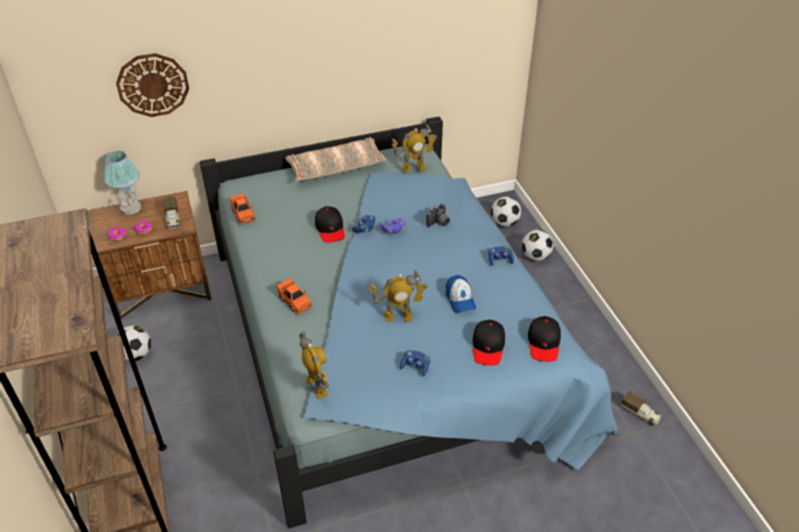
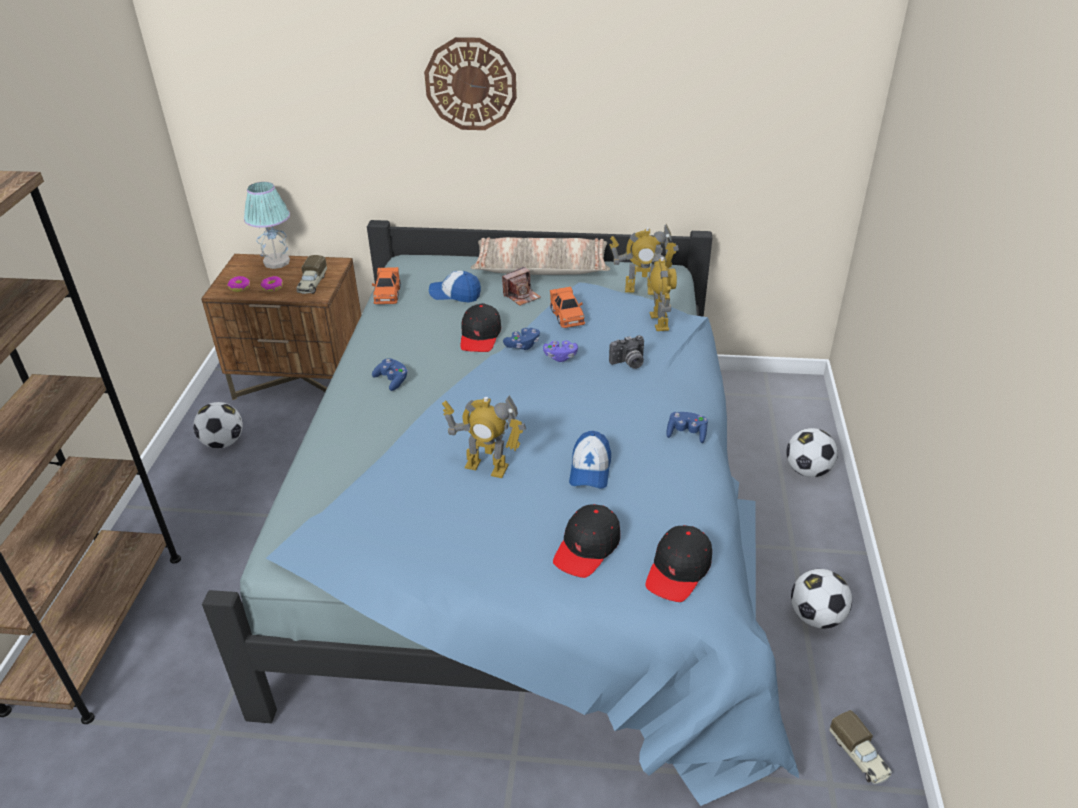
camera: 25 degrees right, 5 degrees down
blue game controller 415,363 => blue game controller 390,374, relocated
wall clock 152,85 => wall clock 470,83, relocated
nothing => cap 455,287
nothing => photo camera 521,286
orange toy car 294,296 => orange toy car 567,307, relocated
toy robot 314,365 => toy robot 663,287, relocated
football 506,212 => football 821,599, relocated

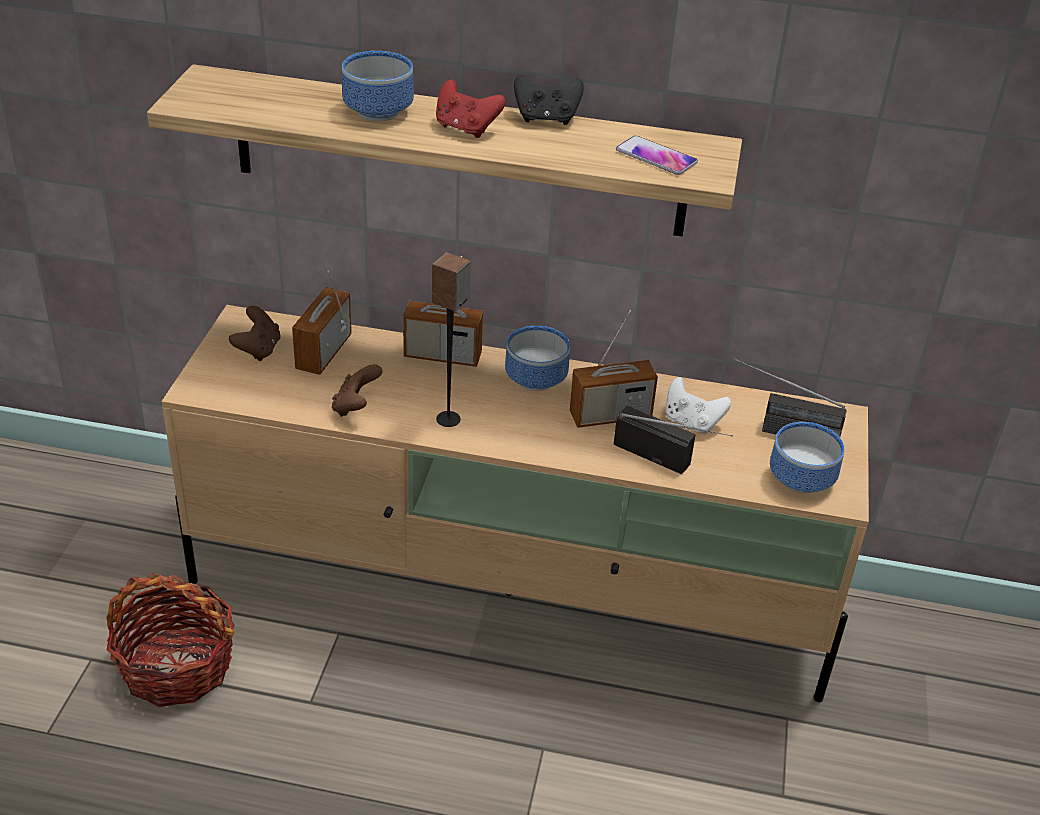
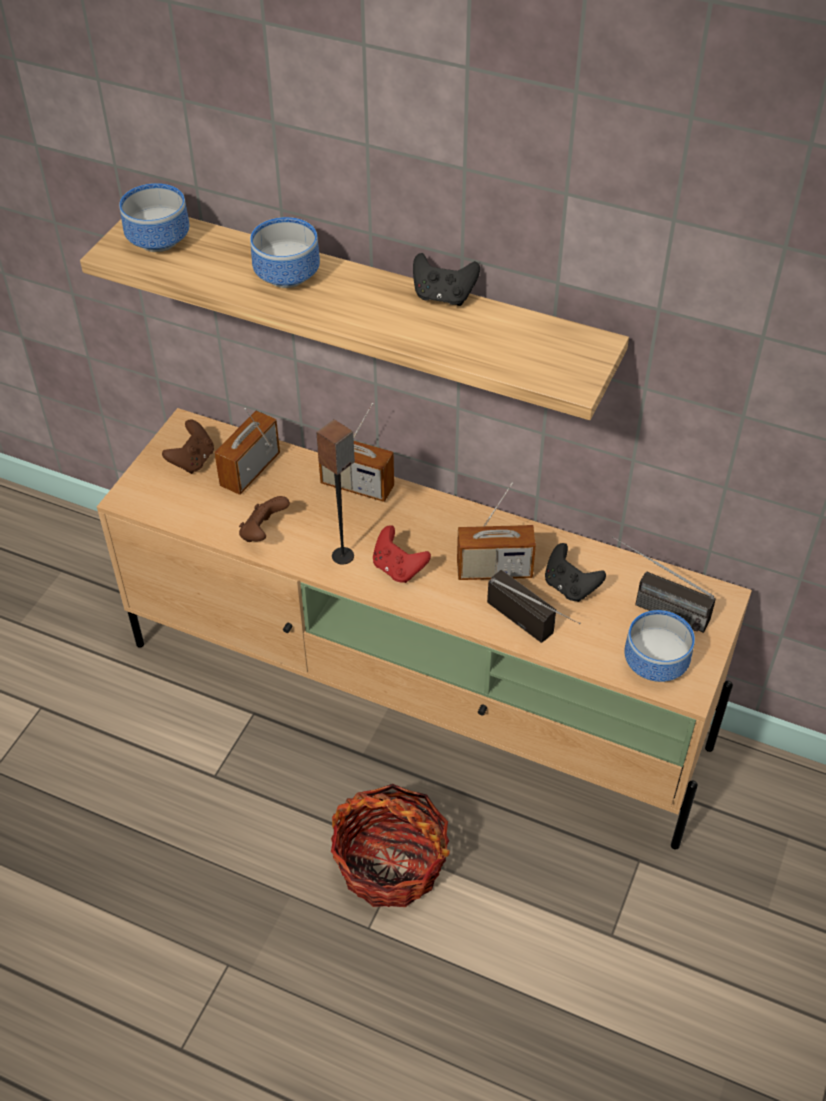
camera: 15 degrees right, 10 degrees up
bowl 537,358 => bowl 154,217, relocated
basket 170,640 => basket 390,845, relocated
red game controller 471,109 => red game controller 402,554, relocated
white game controller 698,405 => black game controller 575,572
phone 657,155 => nothing

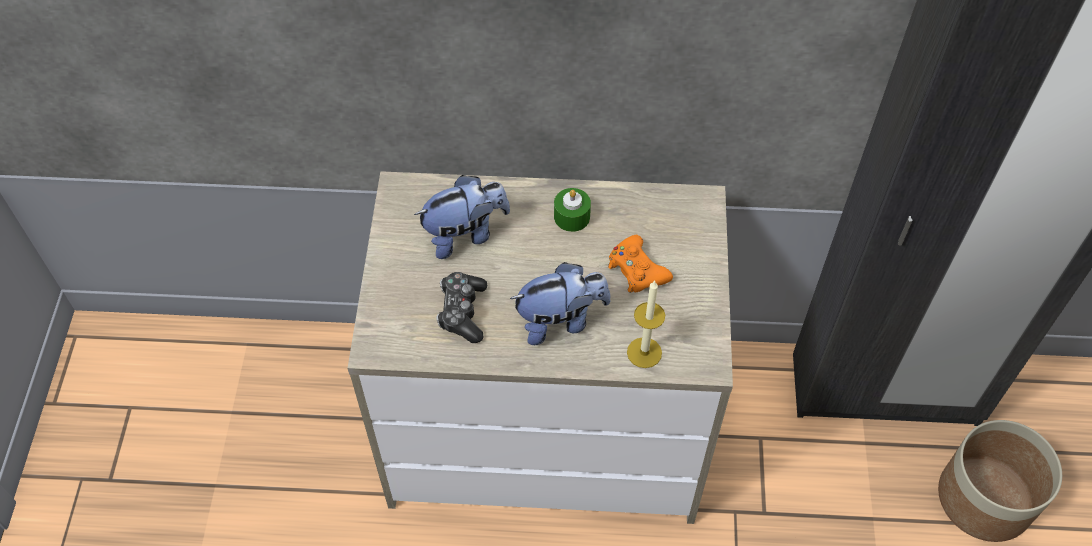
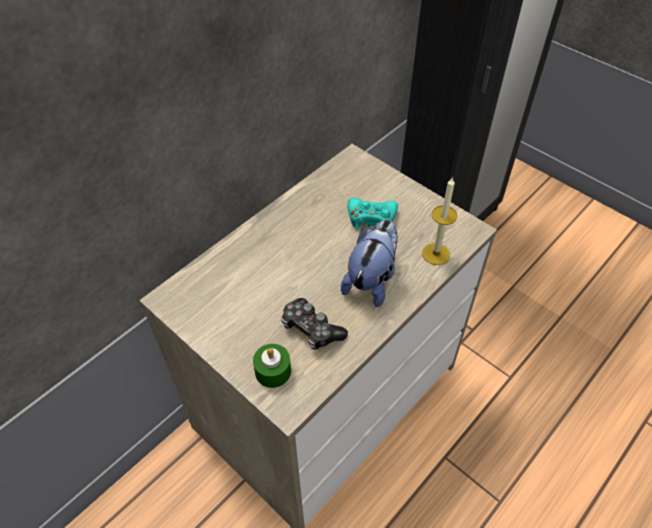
camera: 50 degrees left, 5 degrees down
green candle 572,210 => green candle 272,366, relocated
orange game controller 640,264 => turquoise game controller 373,214
plush toy 462,217 => nothing
planter 1000,481 => nothing

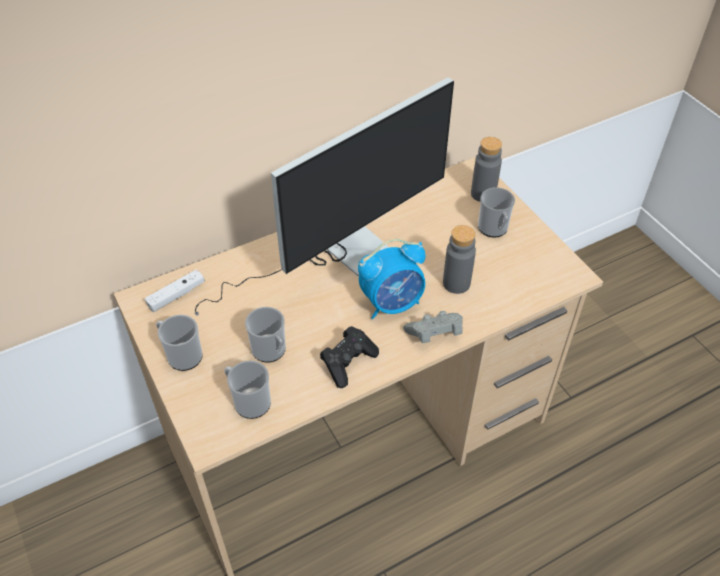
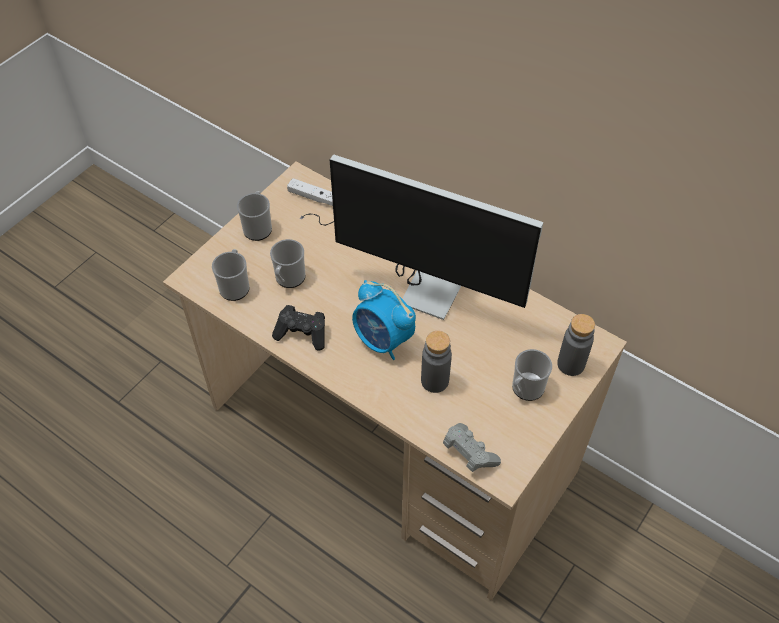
camera: 65 degrees right, 5 degrees up
grey game controller 433,327 => grey game controller 472,447, relocated

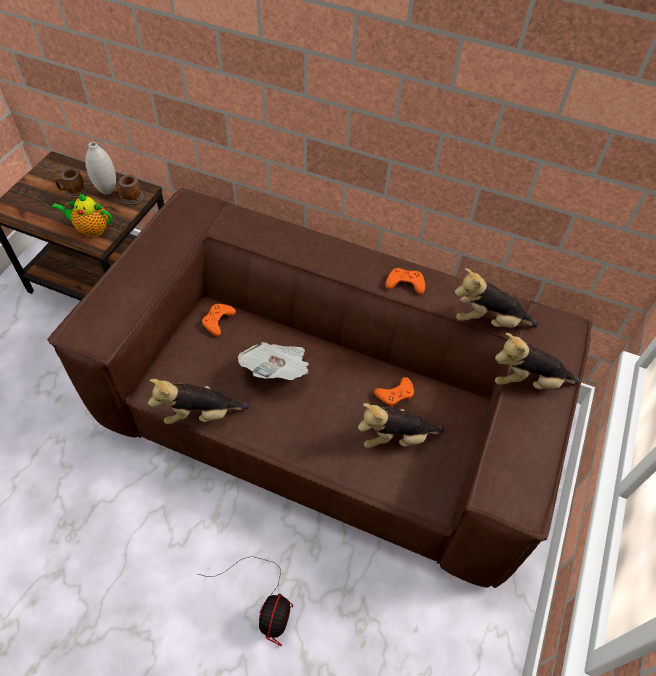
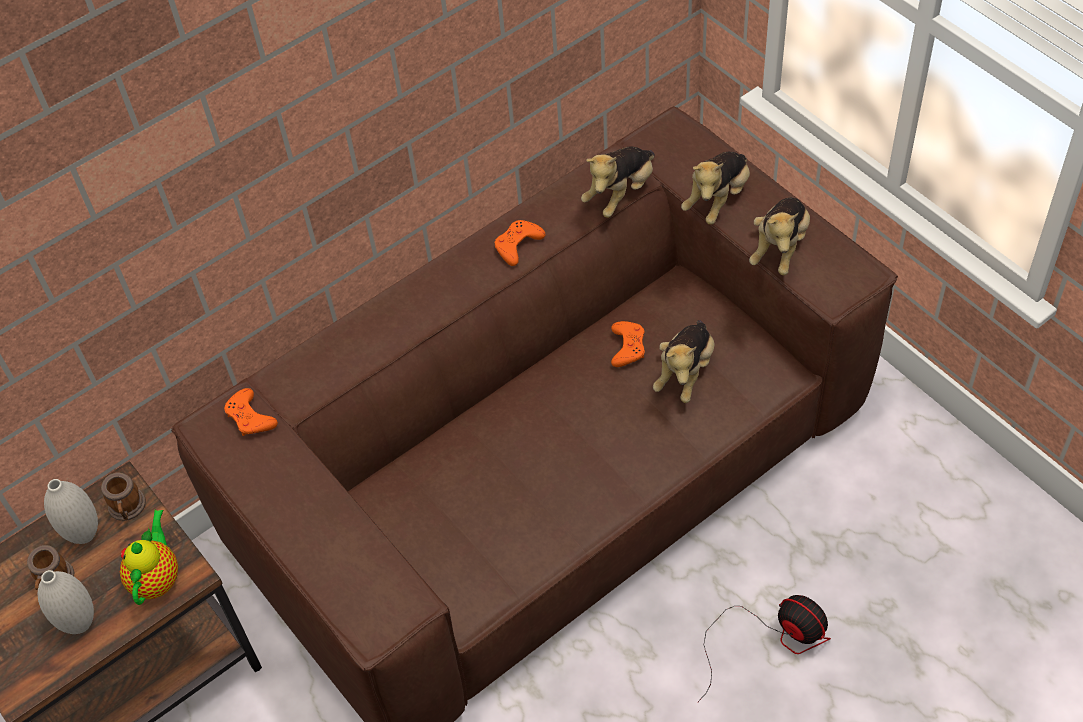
camera: 55 degrees left, 0 degrees up
nothing => white vase 66,602
teapot 82,215 => teapot 149,557, 150 degrees clockwise
orange game controller 219,320 => orange game controller 251,412, relocated
plush toy 199,401 => plush toy 779,236, relocated
newspaper 273,361 => nothing

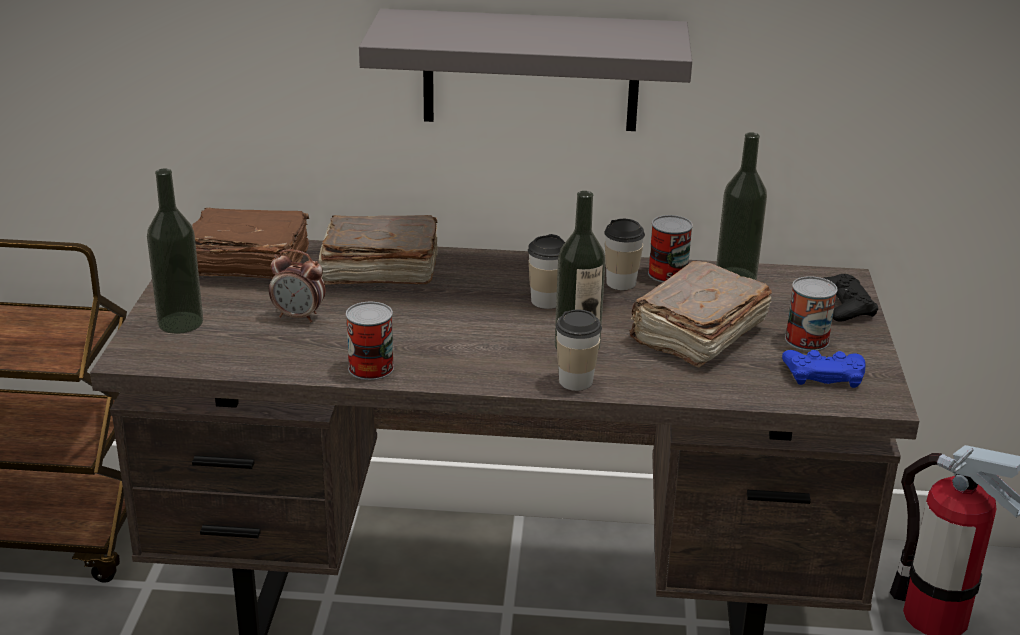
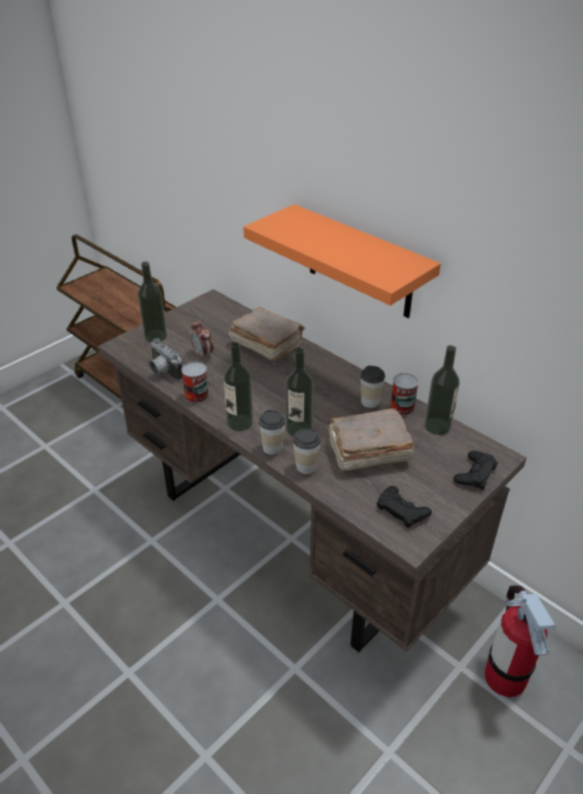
camera: 40 degrees right, 10 degrees up
nothing => photo camera 166,359
nothing => bottle 238,386
grey shelf 525,70 => orange shelf 342,261
cup 546,271 => cup 306,451, relocated
blue game controller 823,369 => black game controller 404,507
brown book 250,243 => nothing
can 811,313 => nothing

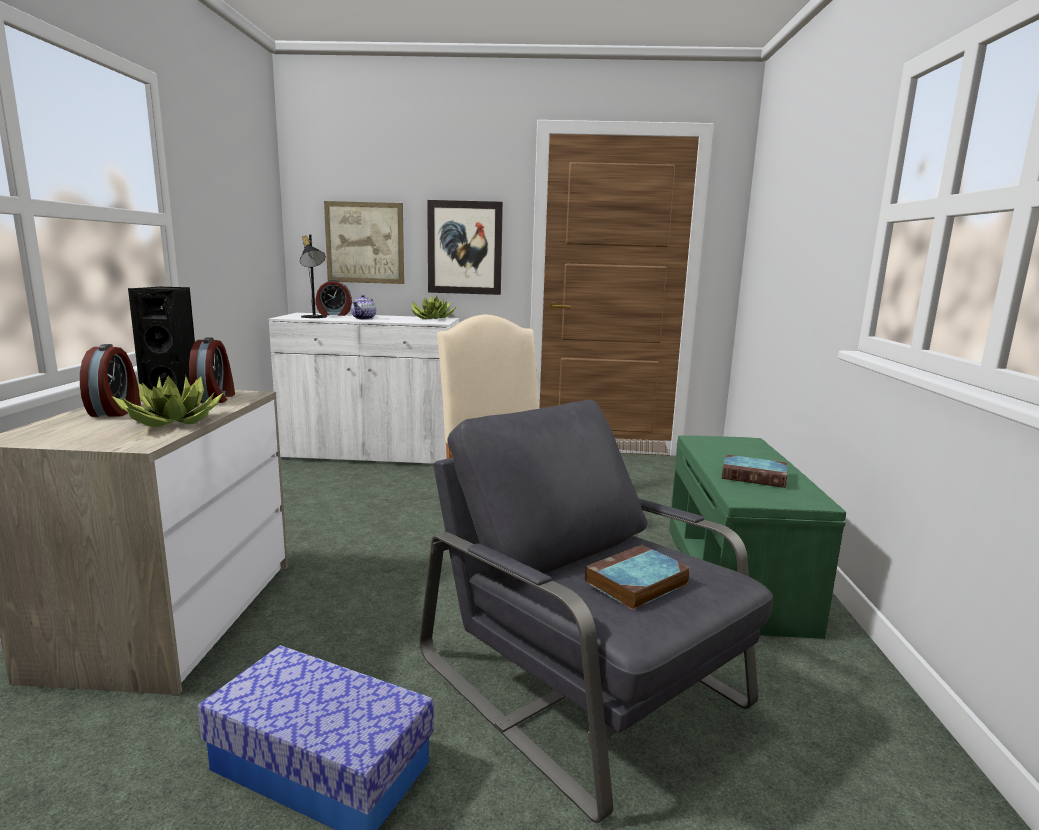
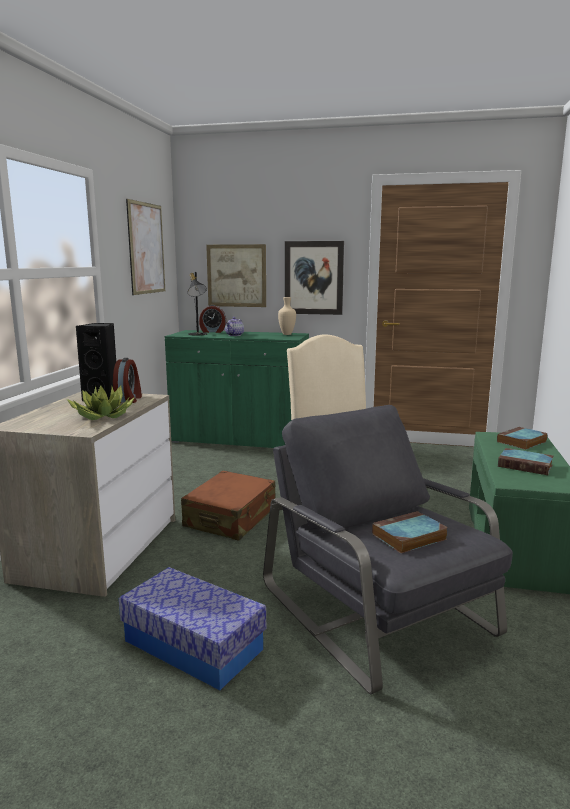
camera: 10 degrees right, 0 degrees up
nothing => picture 145,247
white cabinet 364,388 => green cabinet 237,389
nothing => brown suitcase 228,506
potted plant 433,307 => beige vase 287,316
nothing => book 522,438
alarm clock 110,380 => nothing

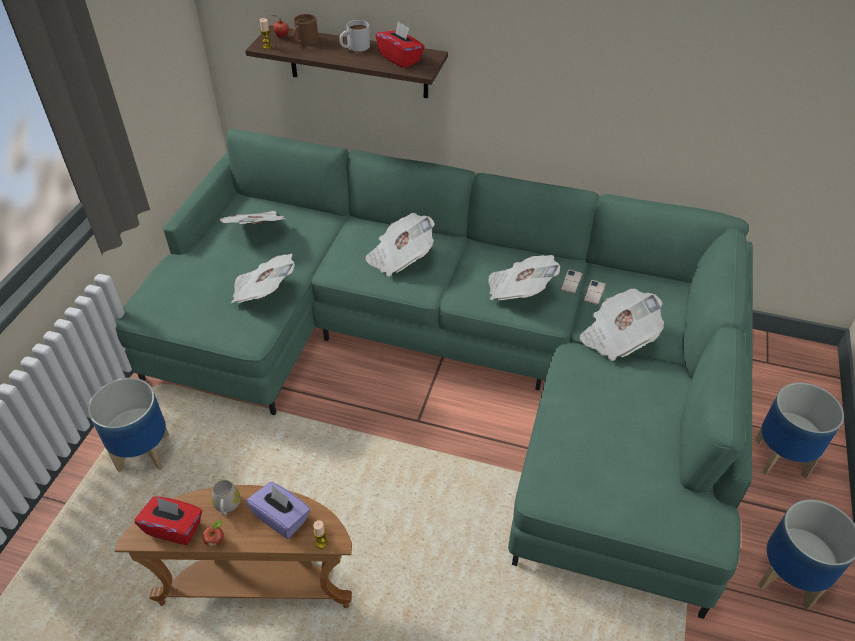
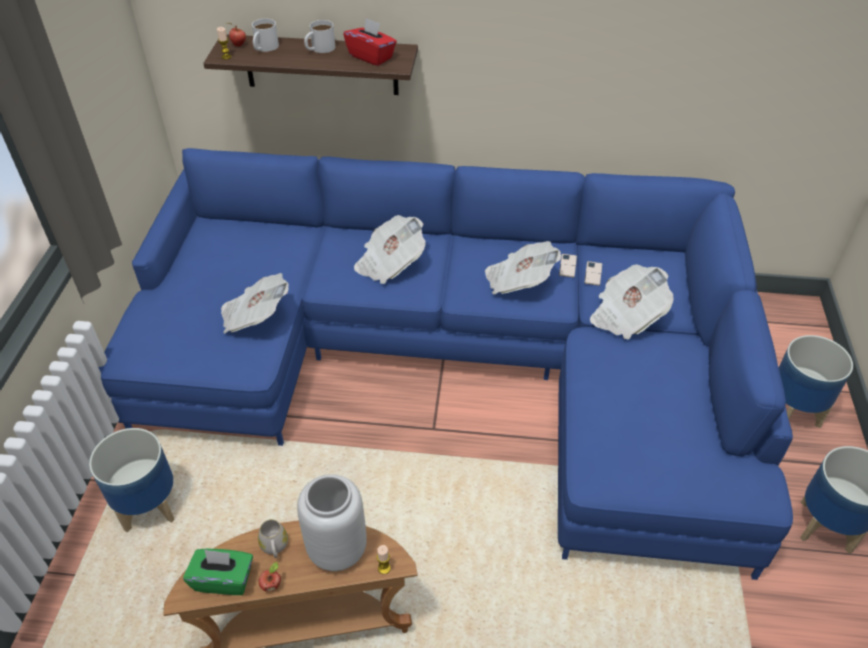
camera: 10 degrees left, 0 degrees up
green sofa 434,374 => blue sofa 445,364
red tissue box 168,520 => green tissue box 218,572
brown mug 305,29 => white mug 265,35
purple tissue box 278,510 => grey vase 332,522
newspaper 253,217 => nothing

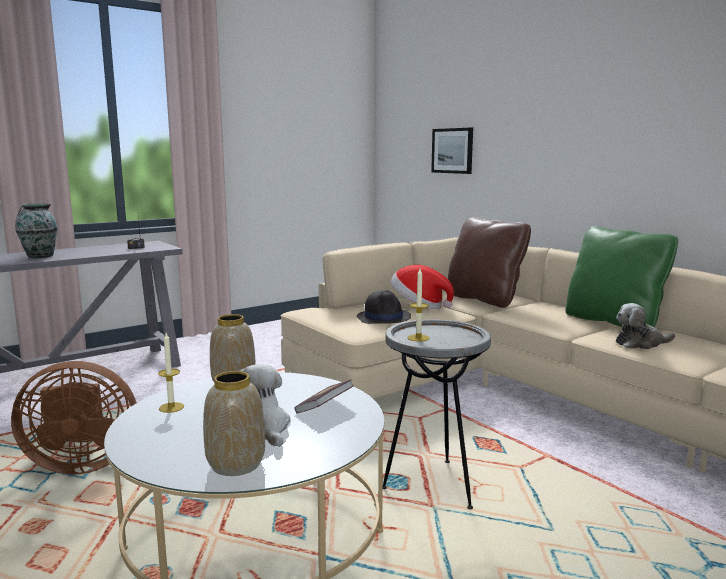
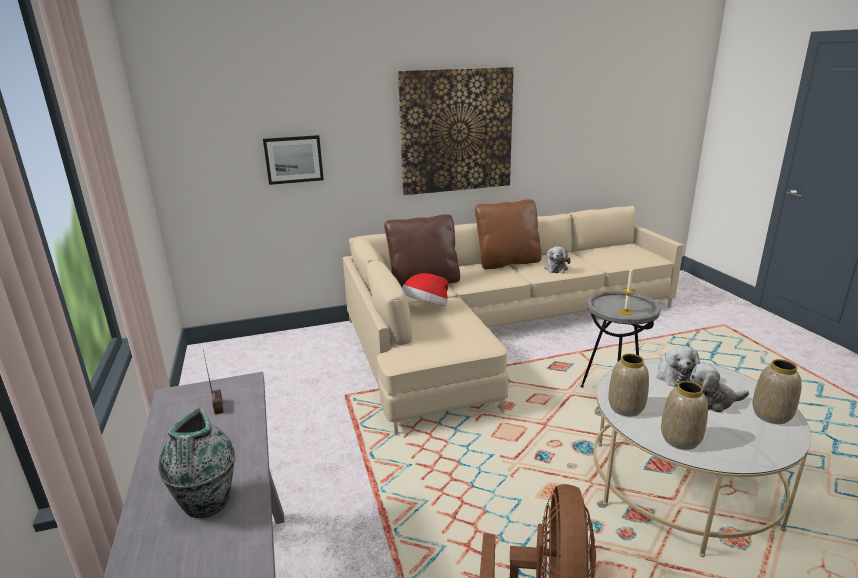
camera: 70 degrees left, 10 degrees up
nothing => picture 455,131
green pillow 621,276 => brown pillow 508,234
book 324,396 => plush toy 678,367
candle 171,373 => vase 684,415
black hat 384,307 => nothing

